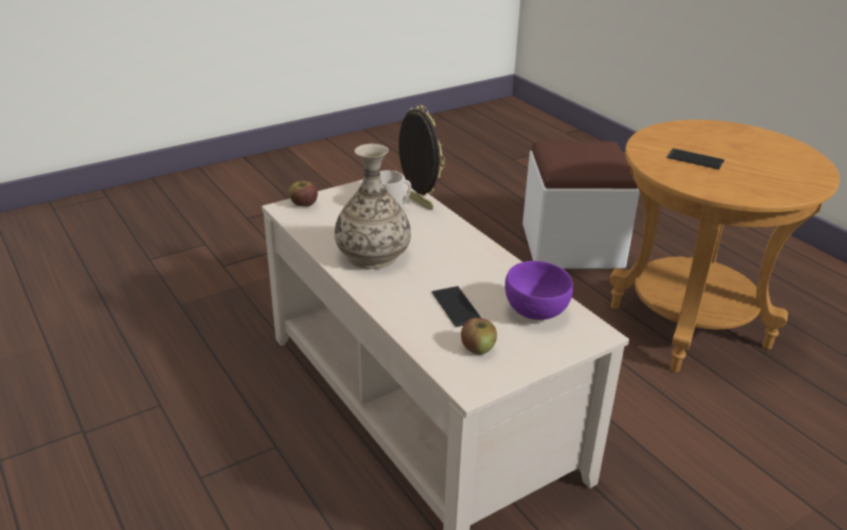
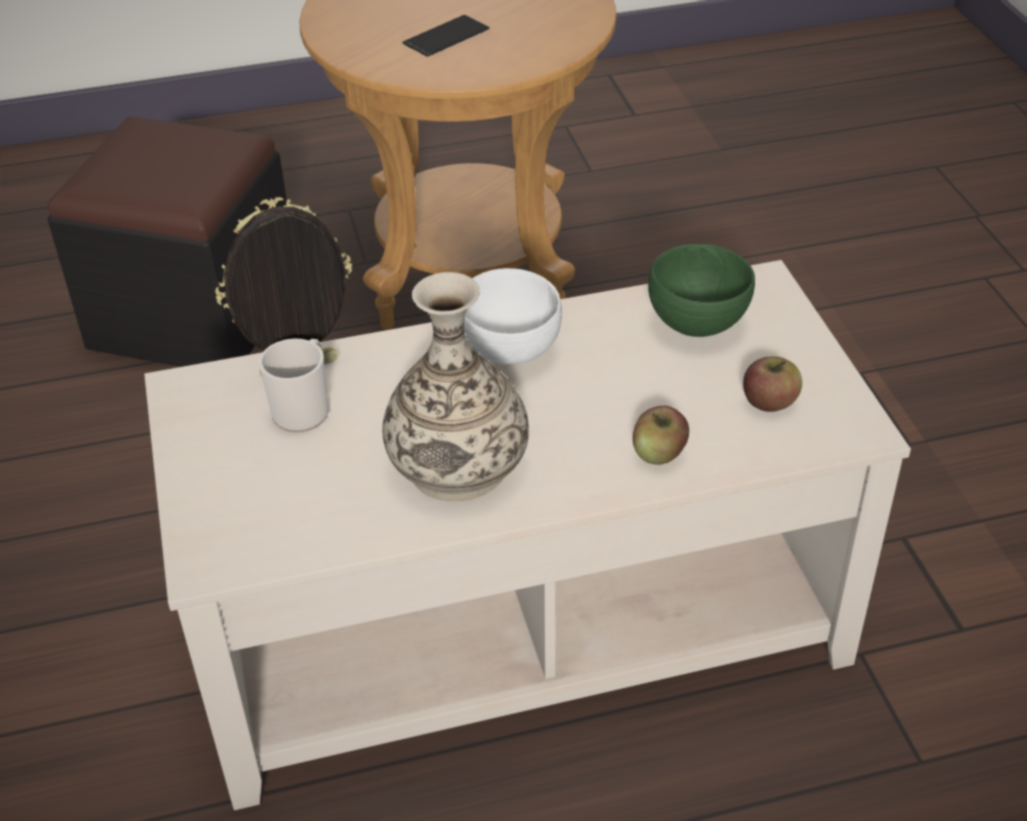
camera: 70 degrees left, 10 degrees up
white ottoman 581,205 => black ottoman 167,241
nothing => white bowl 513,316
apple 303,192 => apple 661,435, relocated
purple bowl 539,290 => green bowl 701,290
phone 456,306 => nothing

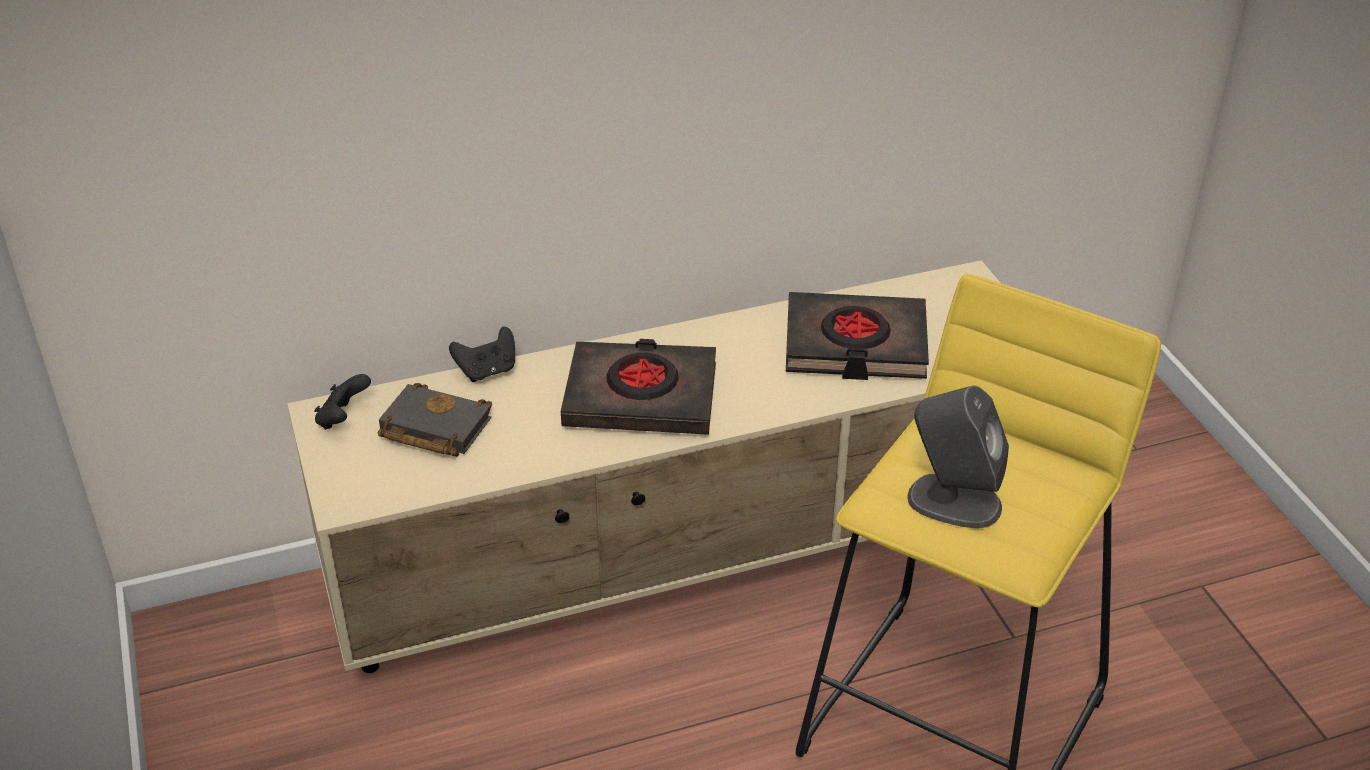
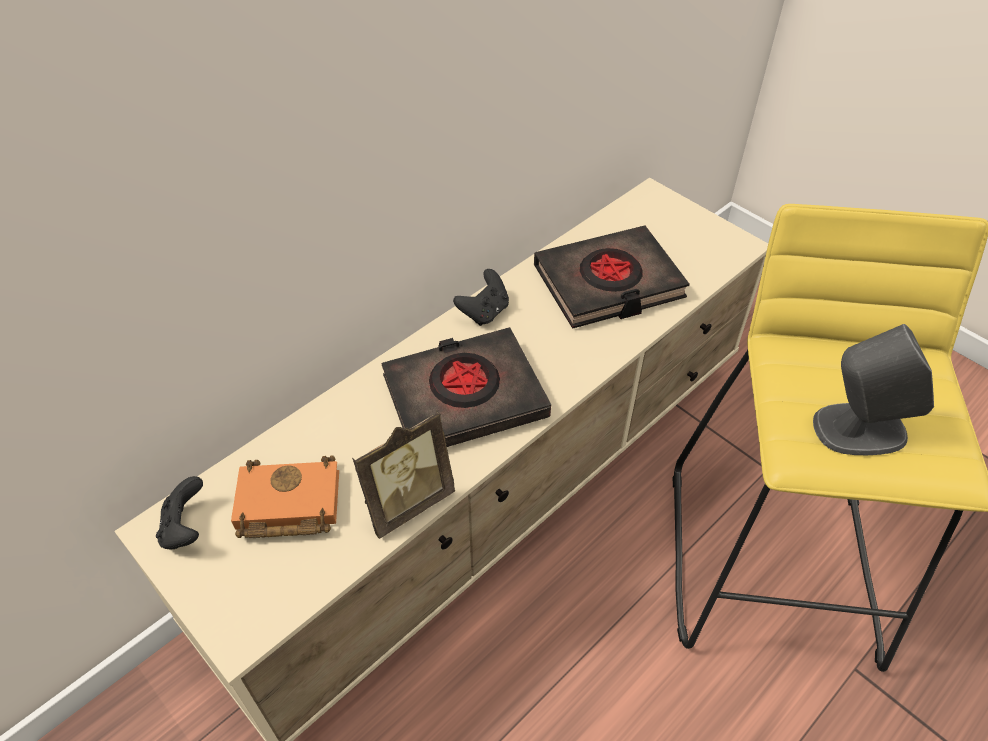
camera: 25 degrees left, 10 degrees up
black book 435,420 => orange book 285,497
nothing => picture frame 403,474
black game controller 482,354 => black game controller 481,297, relocated

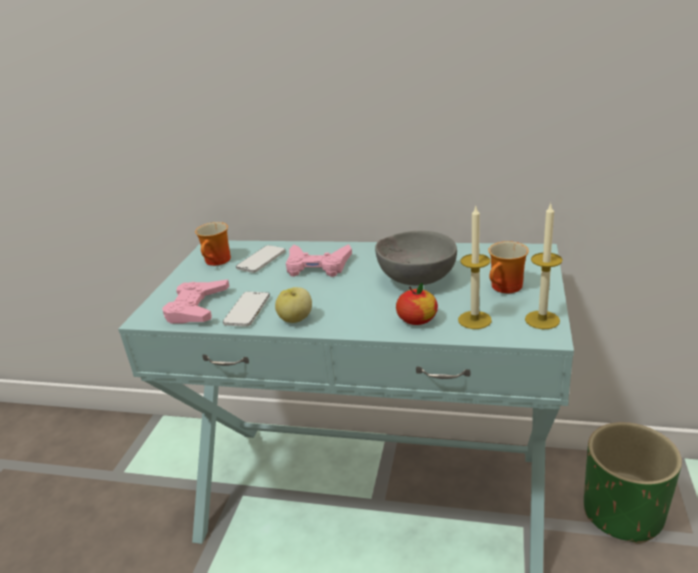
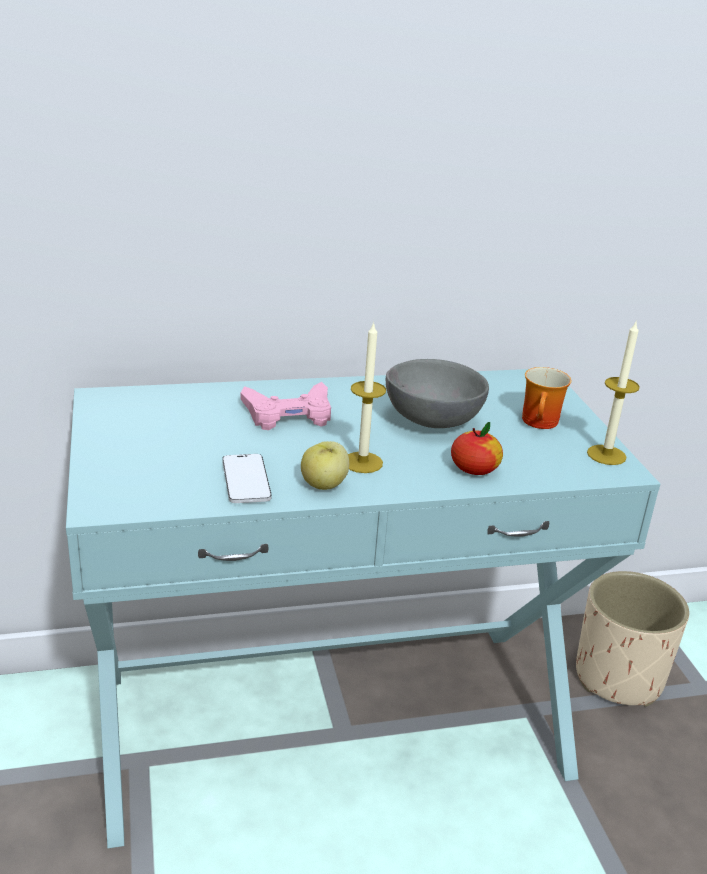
camera: 30 degrees left, 0 degrees up
candle 475,267 => candle 367,397, relocated
green planter 633,483 => beige planter 632,639
pink game controller 196,302 => nothing
mug 213,244 => nothing
phone 260,259 => nothing

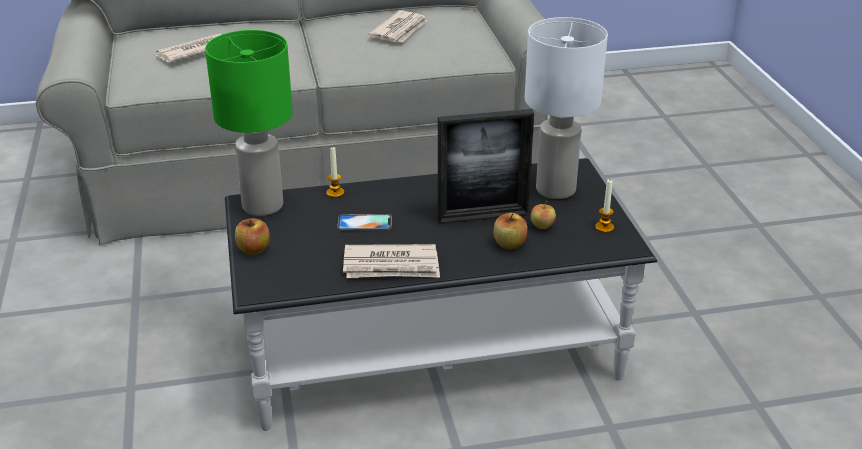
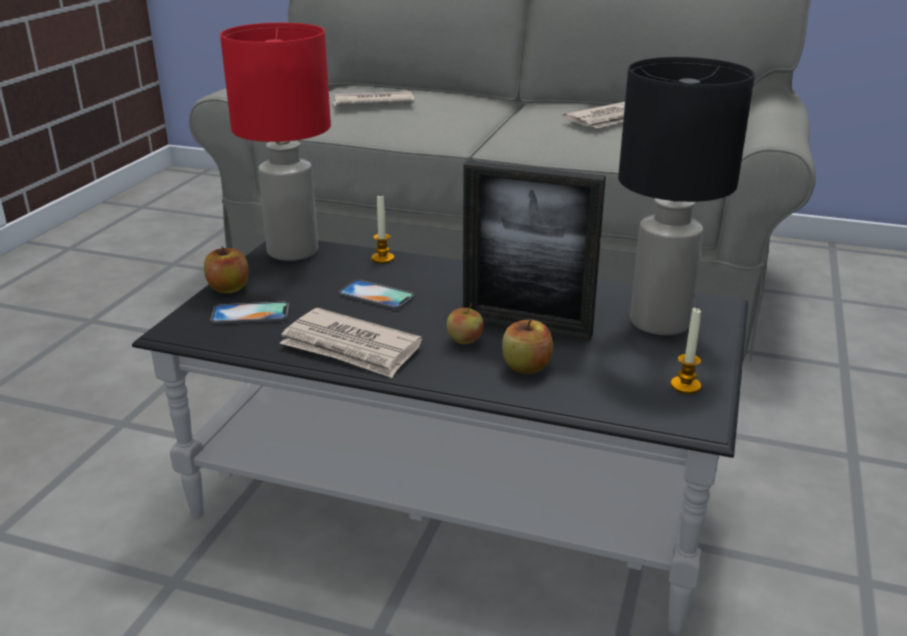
camera: 30 degrees right, 5 degrees down
nothing => phone 249,313
green table lamp 249,123 => red table lamp 275,142
apple 543,215 => apple 465,323, relocated
white table lamp 566,108 => black table lamp 686,196

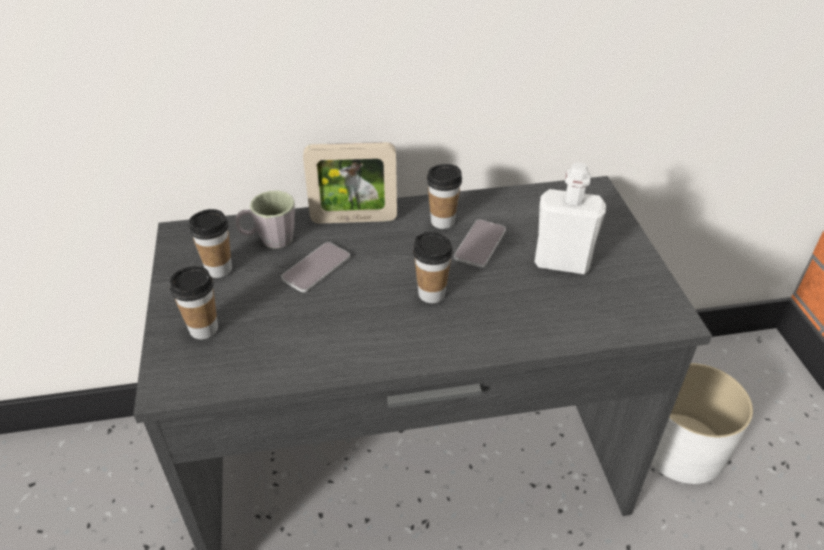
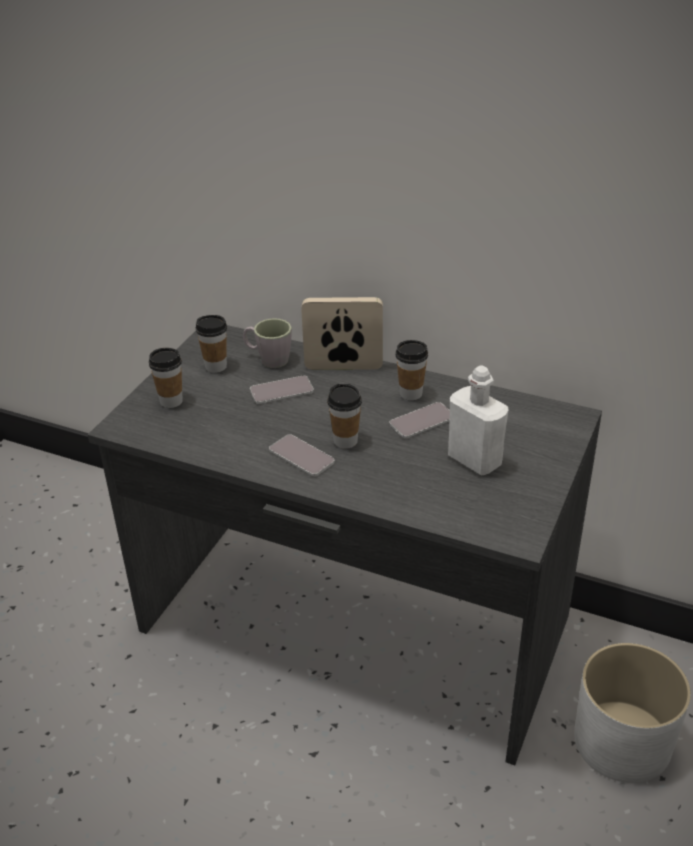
camera: 35 degrees right, 5 degrees down
nothing => phone 302,455
picture frame 350,183 => picture frame 342,333, 150 degrees clockwise

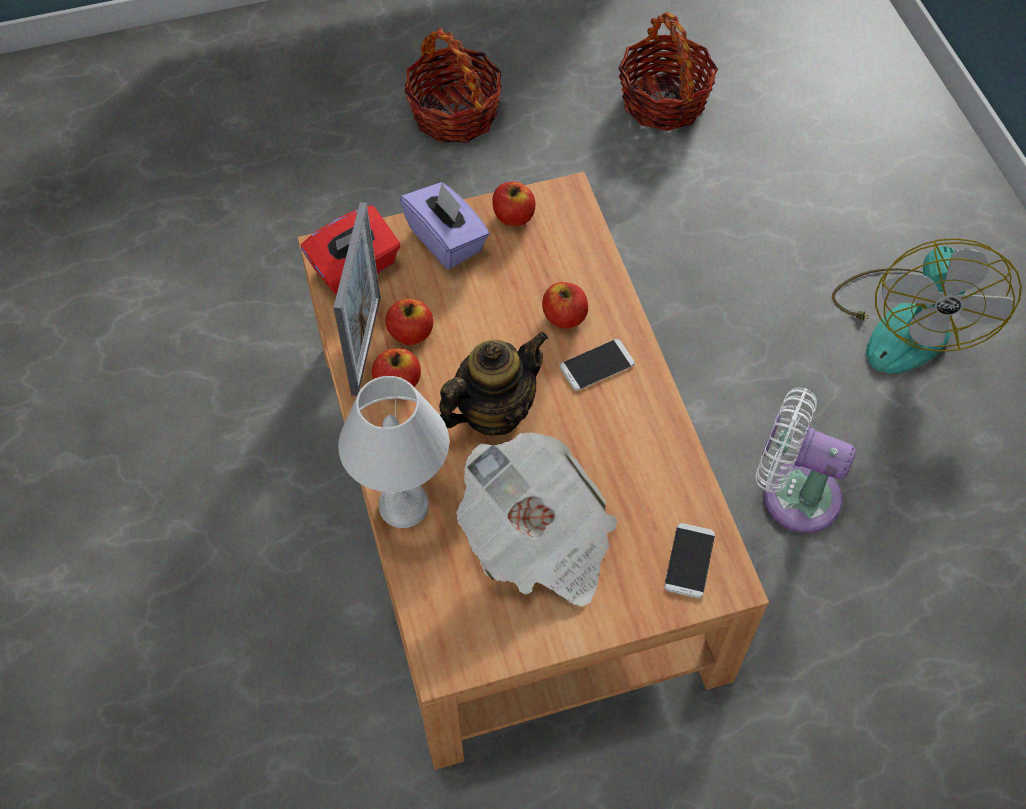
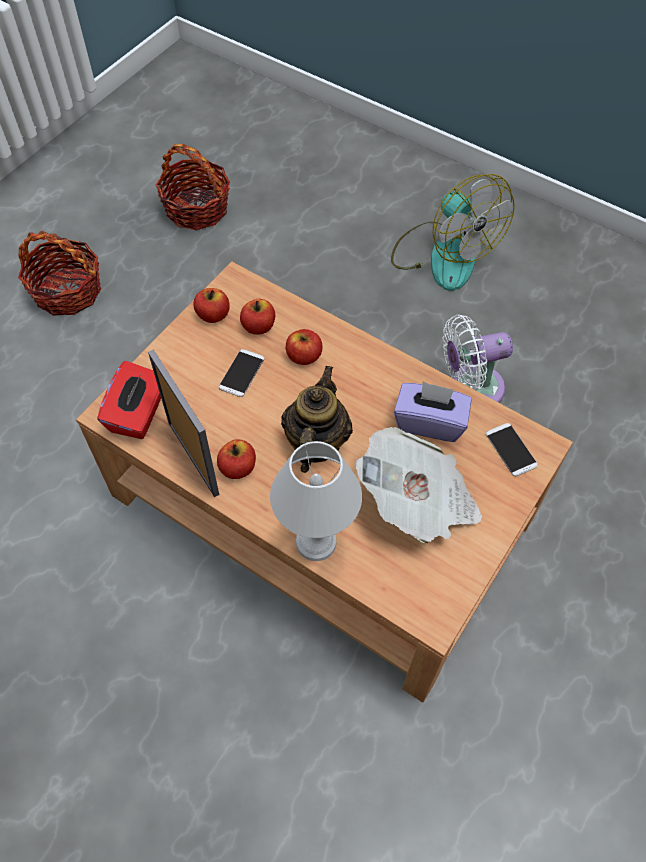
camera: 40 degrees left, 0 degrees up
phone 597,365 => phone 241,373, relocated
apple 410,322 => apple 257,317, relocated
purple tissue box 445,225 => purple tissue box 433,411, relocated

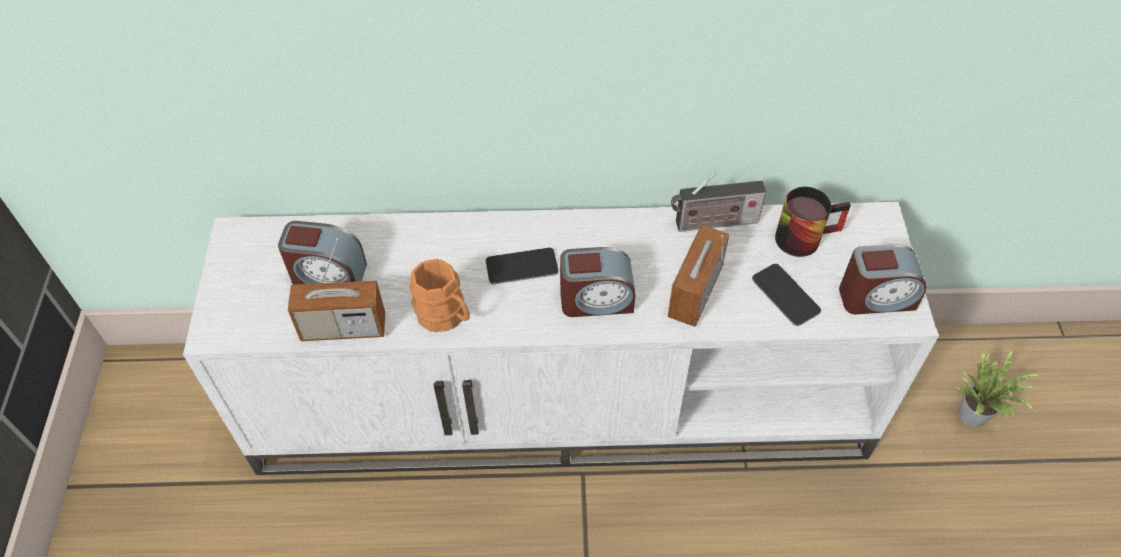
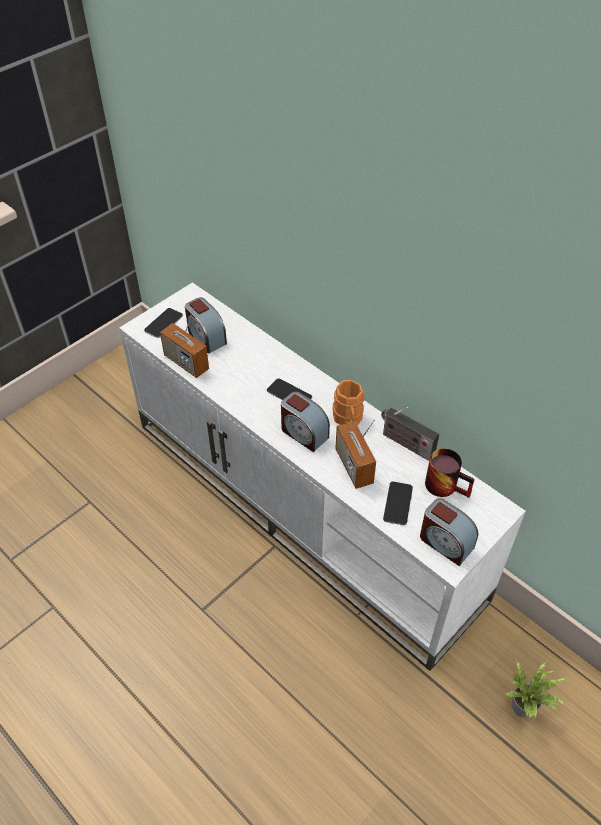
camera: 45 degrees right, 5 degrees down
nothing => phone 163,323
orange mug 440,295 => orange mug 348,403, relocated
radio 698,275 => radio 355,454, 90 degrees counterclockwise

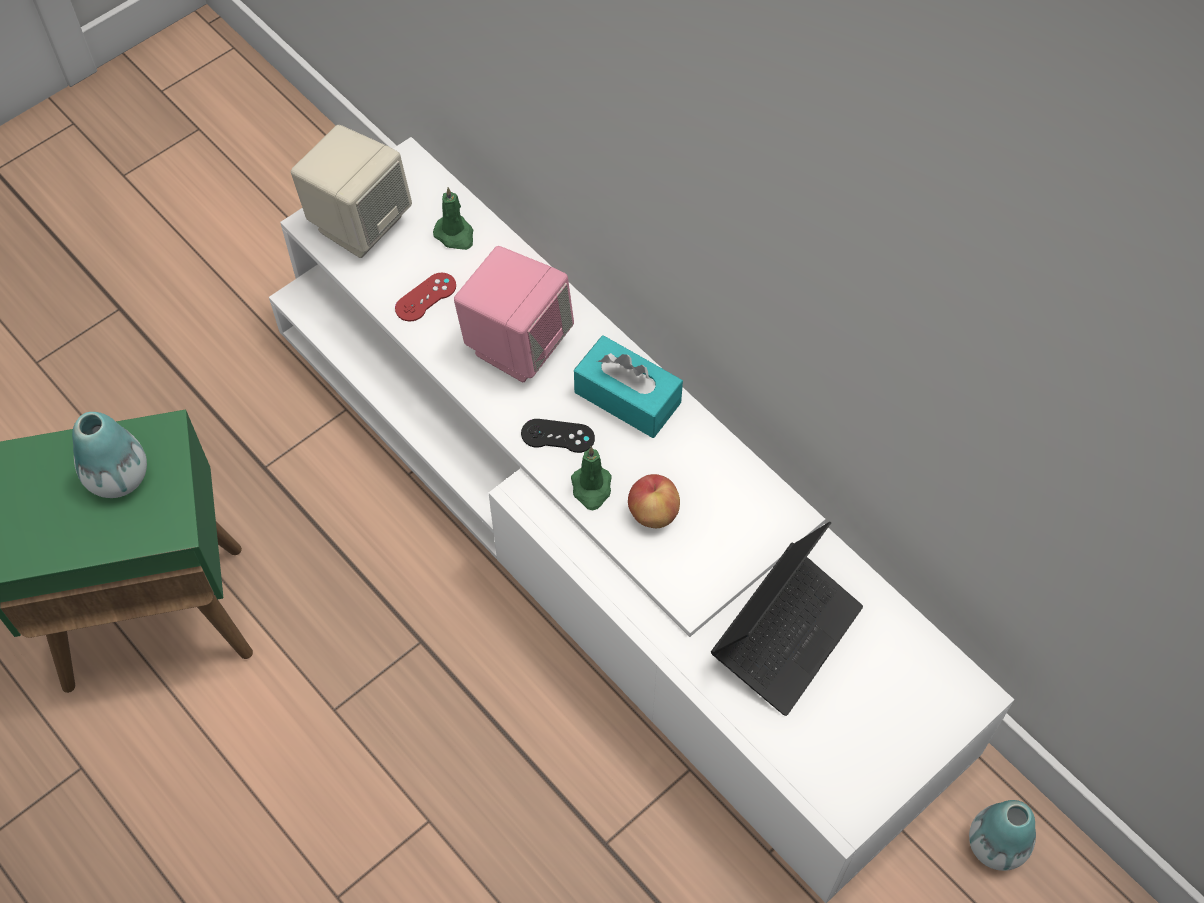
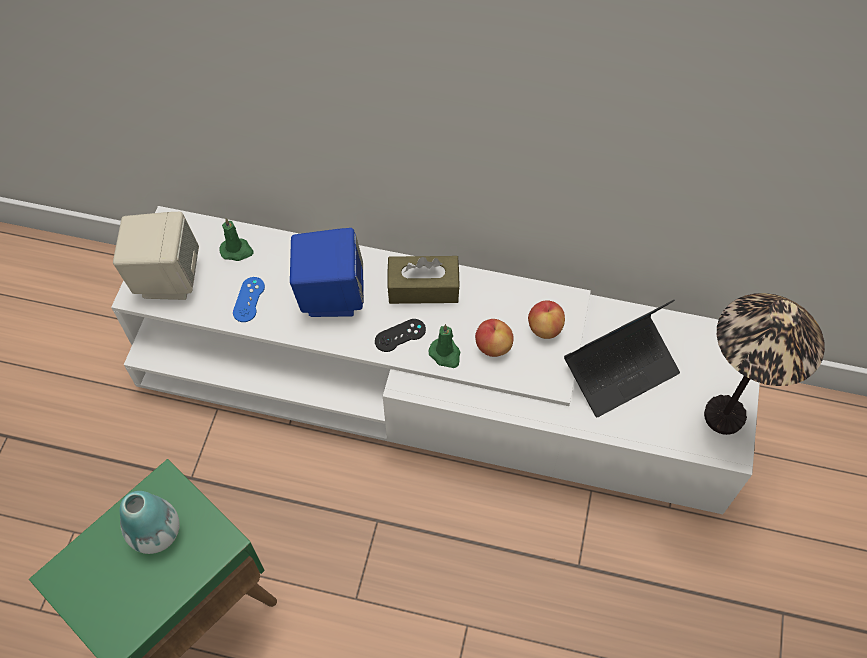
camera: 35 degrees left, 0 degrees up
red game controller 425,297 => blue game controller 249,299
pink speaker 514,314 => blue speaker 327,272
turquoise tissue box 628,386 => brown tissue box 423,280
nothing => apple 546,319
laptop 787,619 => laptop 622,358, 60 degrees clockwise
nothing => table lamp 764,364
vase 1002,835 => nothing

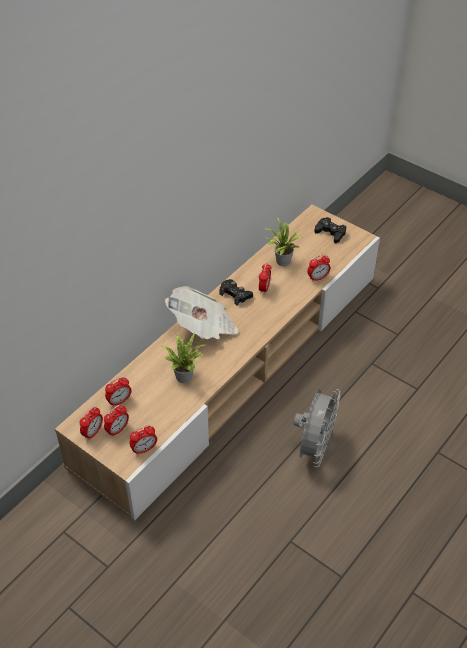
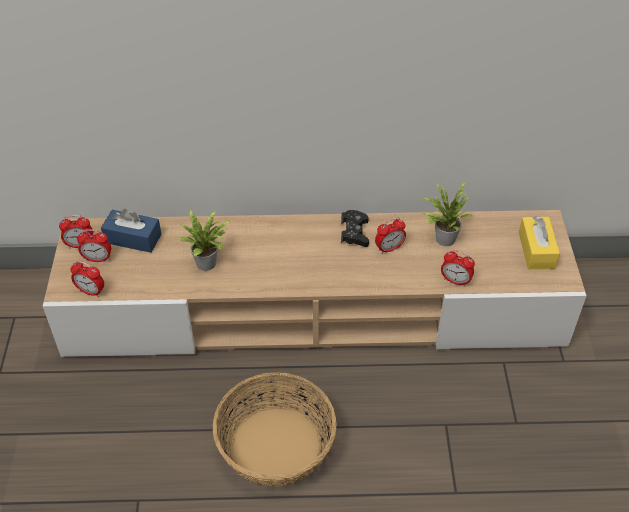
camera: 50 degrees right, 0 degrees up
alarm clock 118,392 => blue tissue box 131,231
grey fan 316,428 => basket 274,429
black game controller 330,230 => yellow tissue box 539,242
newspaper 202,312 => nothing

